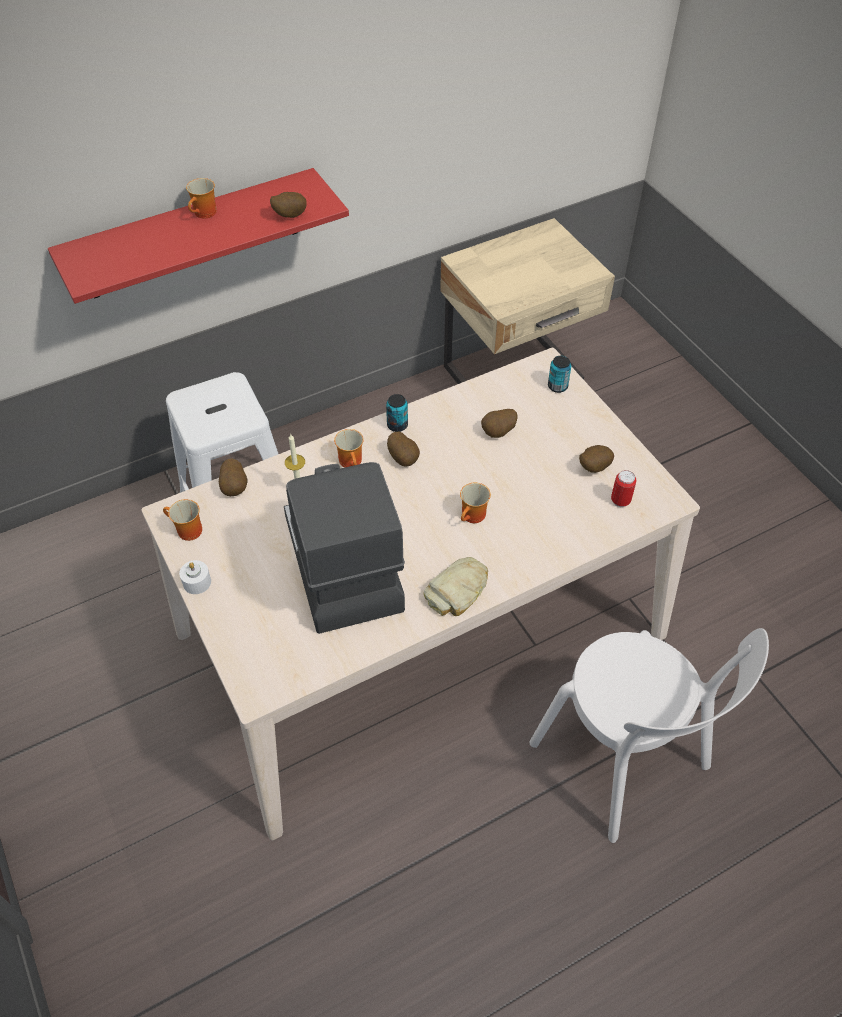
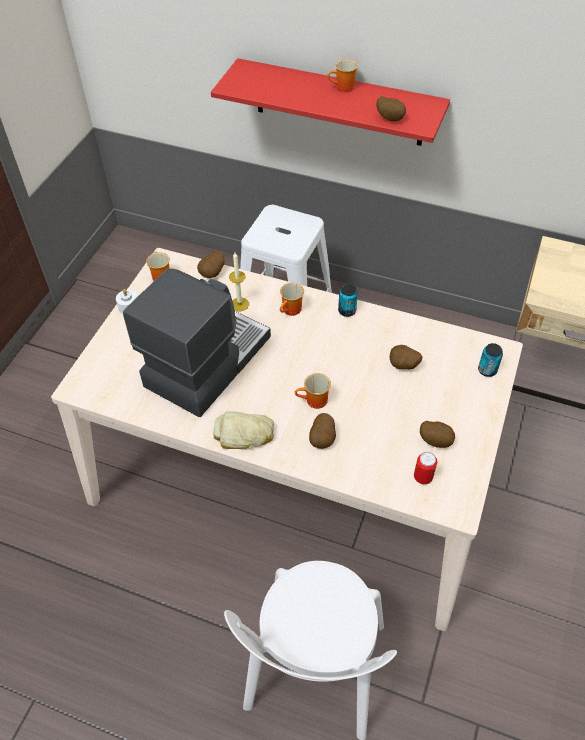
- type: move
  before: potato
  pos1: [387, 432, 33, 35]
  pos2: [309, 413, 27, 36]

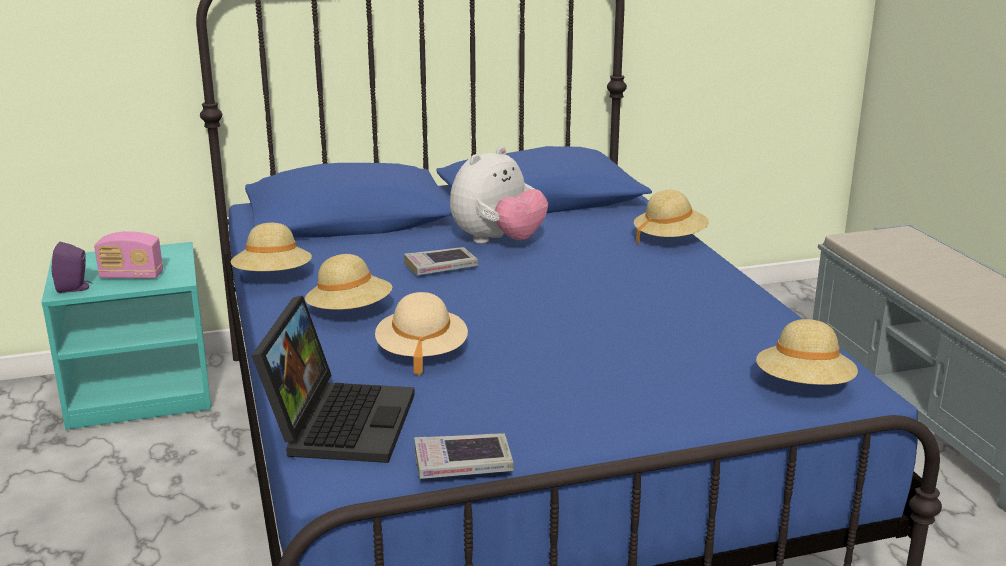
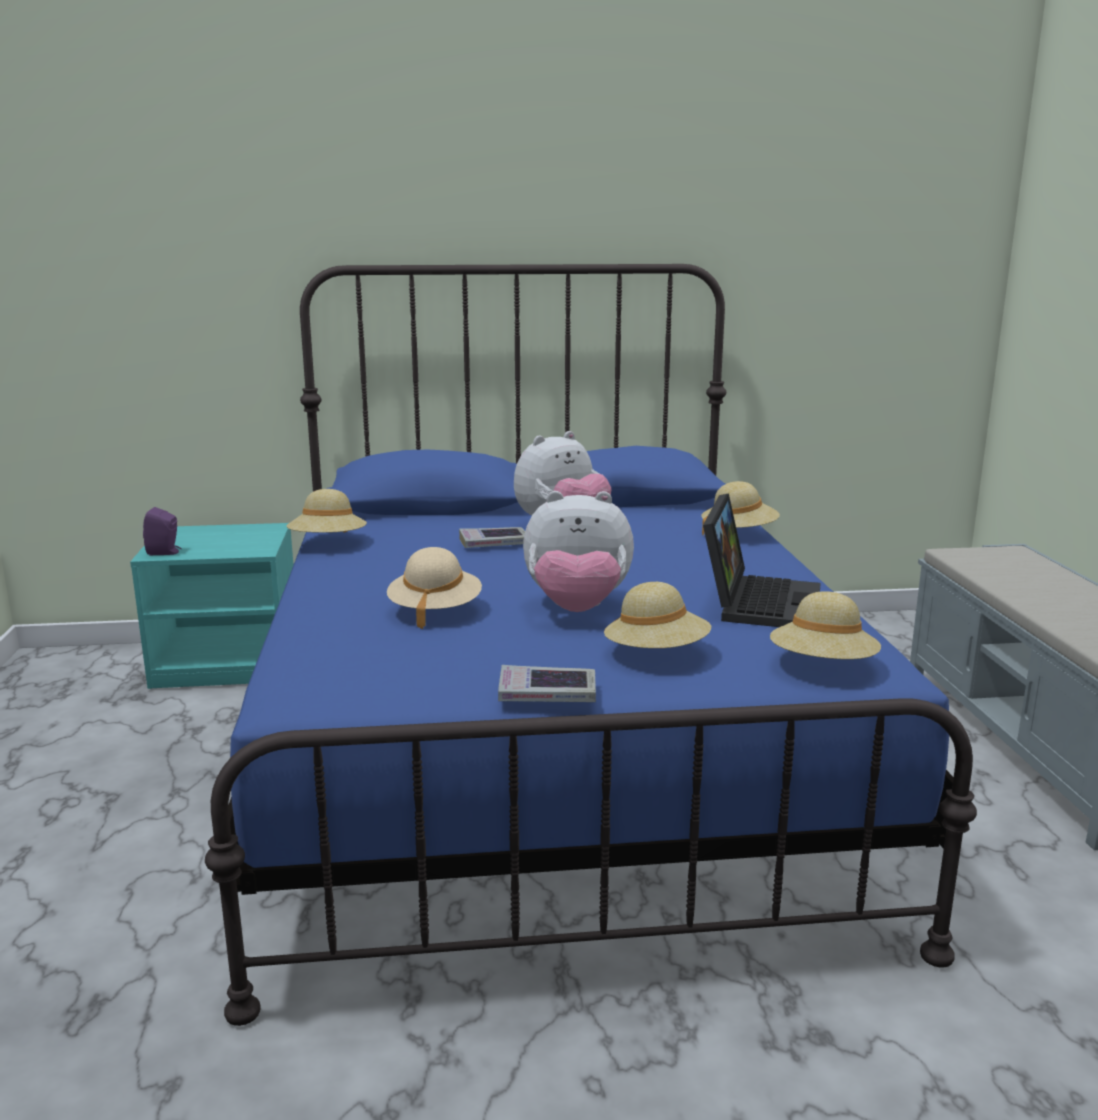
- type: move
  before: book
  pos1: [414, 433, 100, 46]
  pos2: [498, 665, 98, 37]
- type: insert
  after: plush toy
  pos2: [523, 491, 111, 121]
- type: move
  before: beige hat
  pos1: [305, 254, 87, 56]
  pos2: [604, 582, 107, 66]
- type: move
  before: laptop
  pos1: [251, 296, 164, 167]
  pos2: [703, 493, 118, 134]
- type: delete
  before: radio
  pos1: [94, 231, 69, 48]

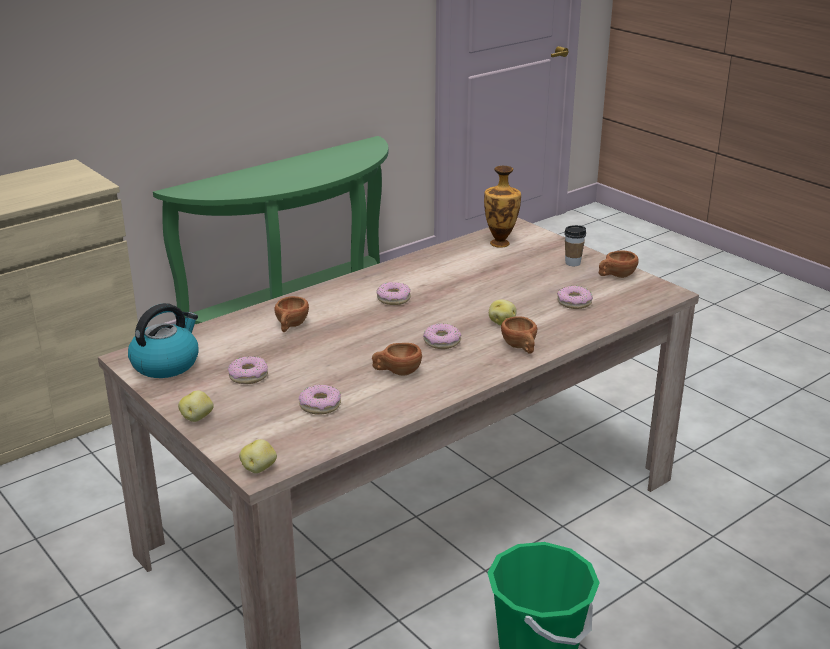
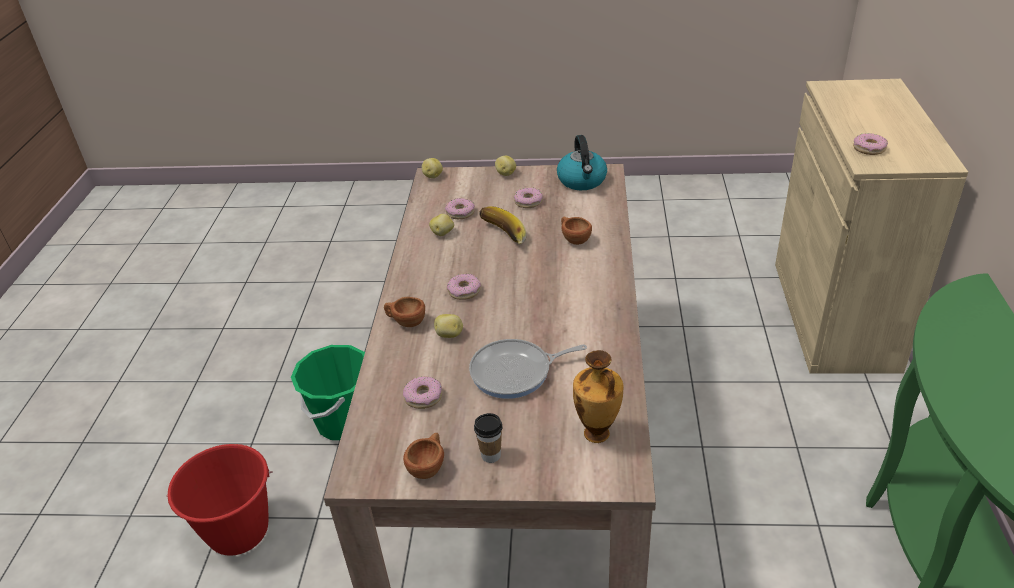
- type: insert
  after: red bucket
  pos2: [167, 444, 106, 112]
- type: insert
  after: potato
  pos2: [429, 214, 25, 22]
- type: insert
  after: frying pan
  pos2: [469, 339, 118, 60]
- type: insert
  after: banana
  pos2: [479, 206, 48, 39]
- type: move
  before: donut
  pos1: [376, 282, 35, 23]
  pos2: [853, 133, 35, 22]
- type: delete
  before: brown cup
  pos1: [372, 343, 50, 33]

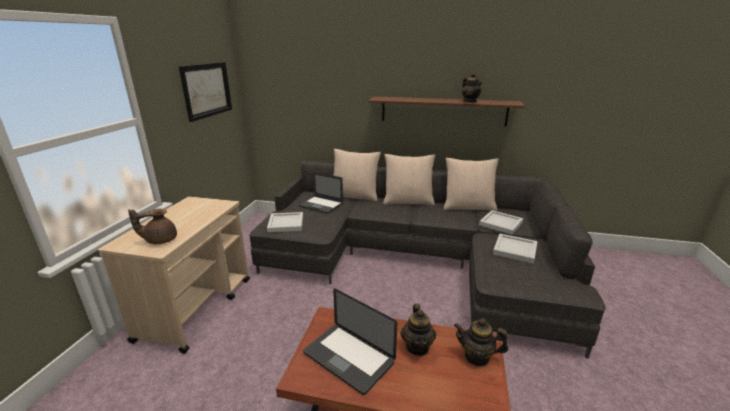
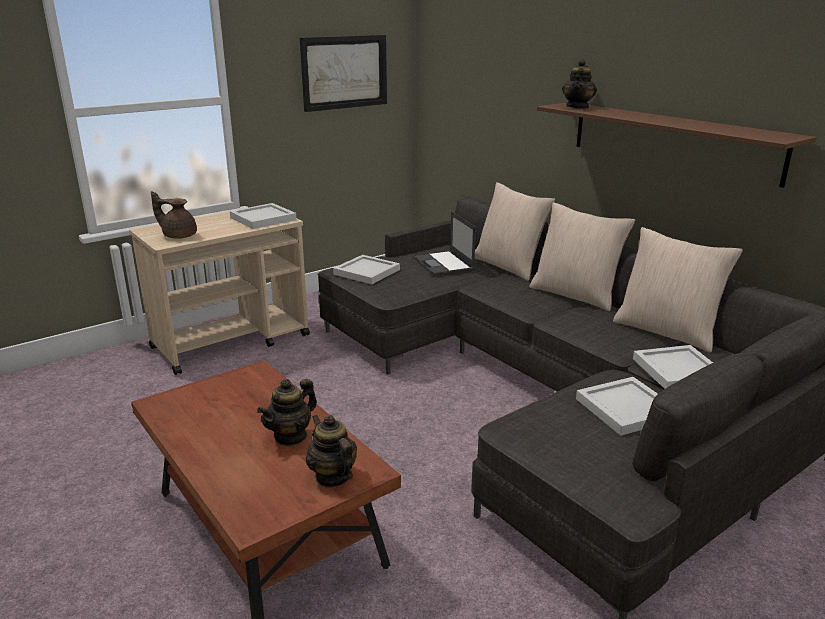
- type: insert
  after: white tray
  pos2: [230, 203, 67, 26]
- type: move
  before: teapot
  pos1: [462, 73, 20, 29]
  pos2: [562, 59, 35, 50]
- type: delete
  before: laptop
  pos1: [303, 288, 94, 107]

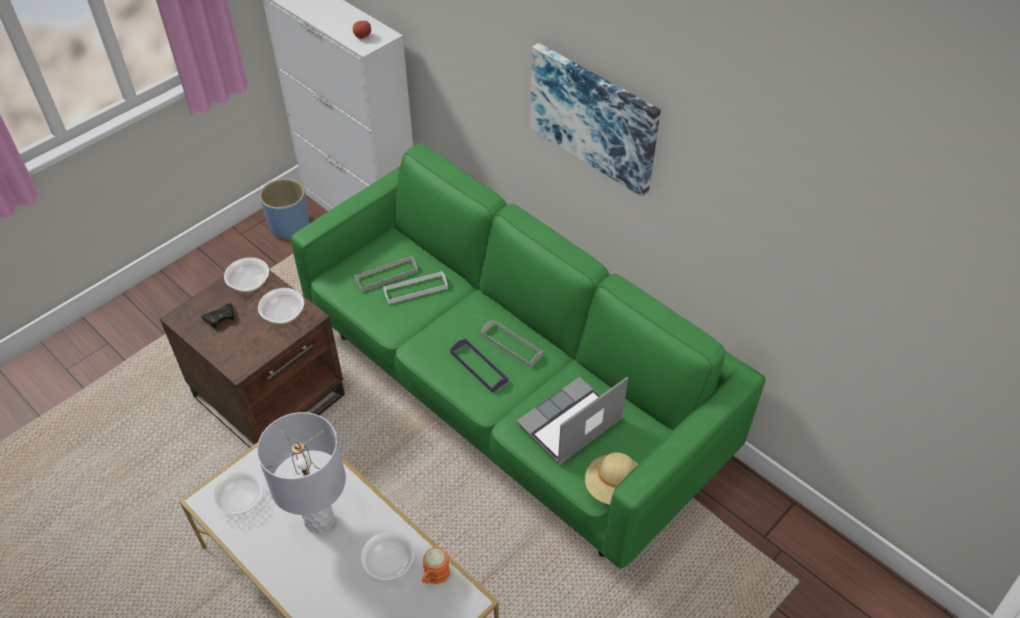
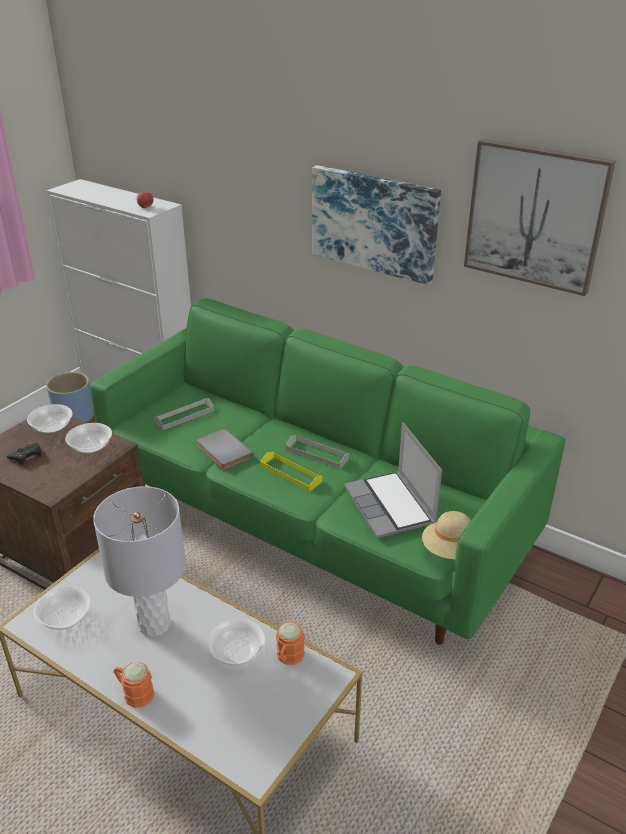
- type: insert
  after: orange mug
  pos2: [113, 662, 41, 46]
- type: insert
  after: grey book
  pos2: [196, 428, 58, 42]
- type: recolor
  before: purple tray
  after: yellow tray
  pos1: [450, 339, 58, 54]
  pos2: [260, 452, 62, 39]
- type: rotate
  before: laptop
  pos1: [516, 377, 112, 88]
  pos2: [344, 422, 98, 116]
  turn: -60
- type: insert
  after: picture
  pos2: [464, 139, 152, 157]
- type: delete
  before: white tray
  pos1: [383, 271, 65, 33]

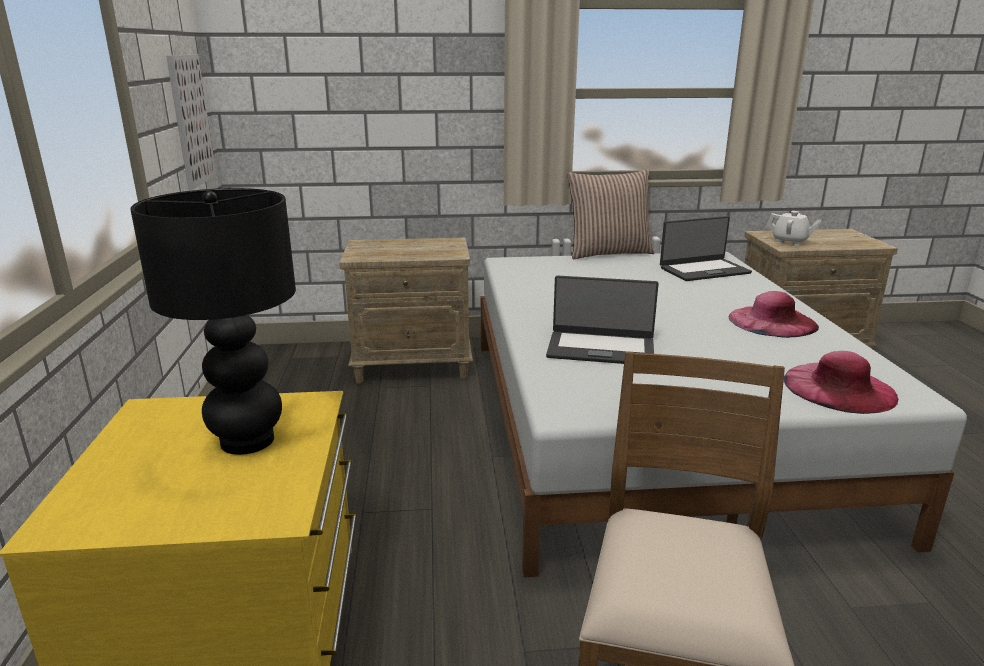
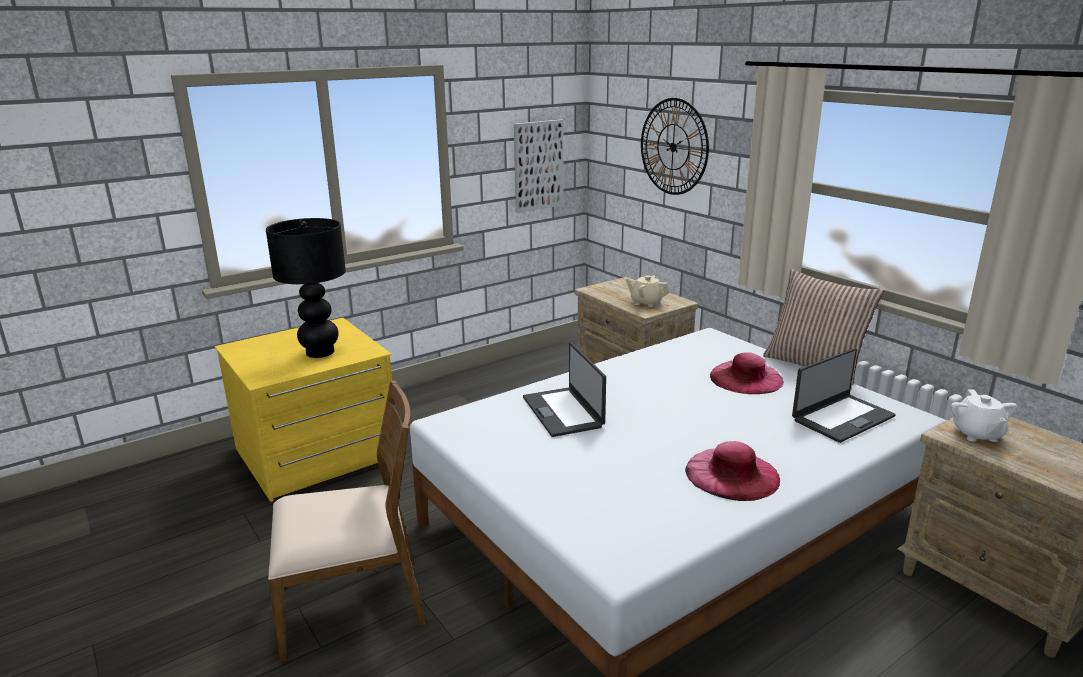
- type: insert
  after: beige teapot
  pos2: [625, 275, 44, 32]
- type: insert
  after: wall clock
  pos2: [641, 98, 68, 97]
- type: move
  before: pink hat
  pos1: [784, 351, 114, 63]
  pos2: [710, 352, 74, 42]
- type: rotate
  before: laptop
  pos1: [660, 216, 92, 65]
  pos2: [792, 348, 104, 95]
  turn: -75

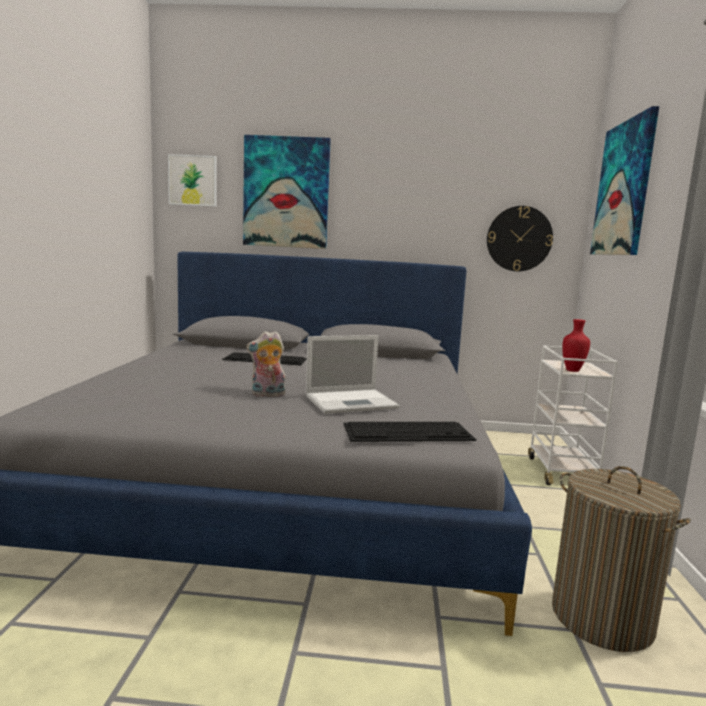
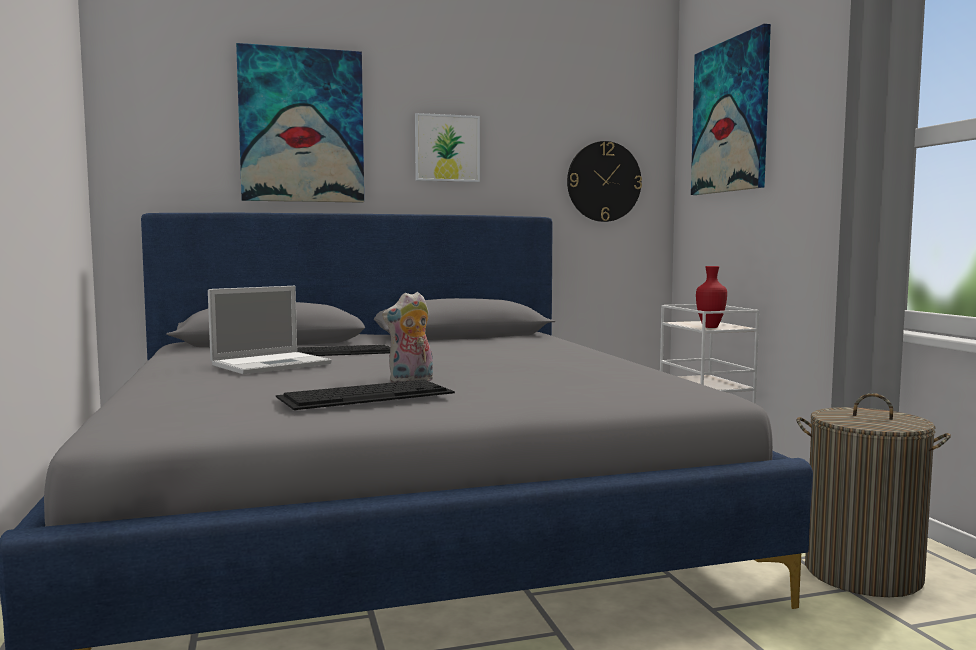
- type: move
  before: laptop
  pos1: [306, 335, 94, 79]
  pos2: [208, 286, 124, 88]
- type: move
  before: keyboard
  pos1: [343, 422, 133, 20]
  pos2: [276, 380, 179, 30]
- type: move
  before: picture
  pos1: [168, 154, 49, 53]
  pos2: [415, 113, 65, 69]

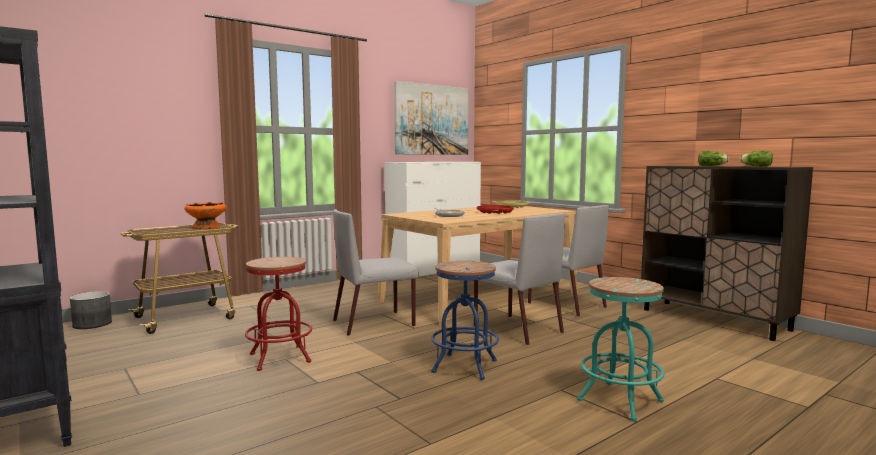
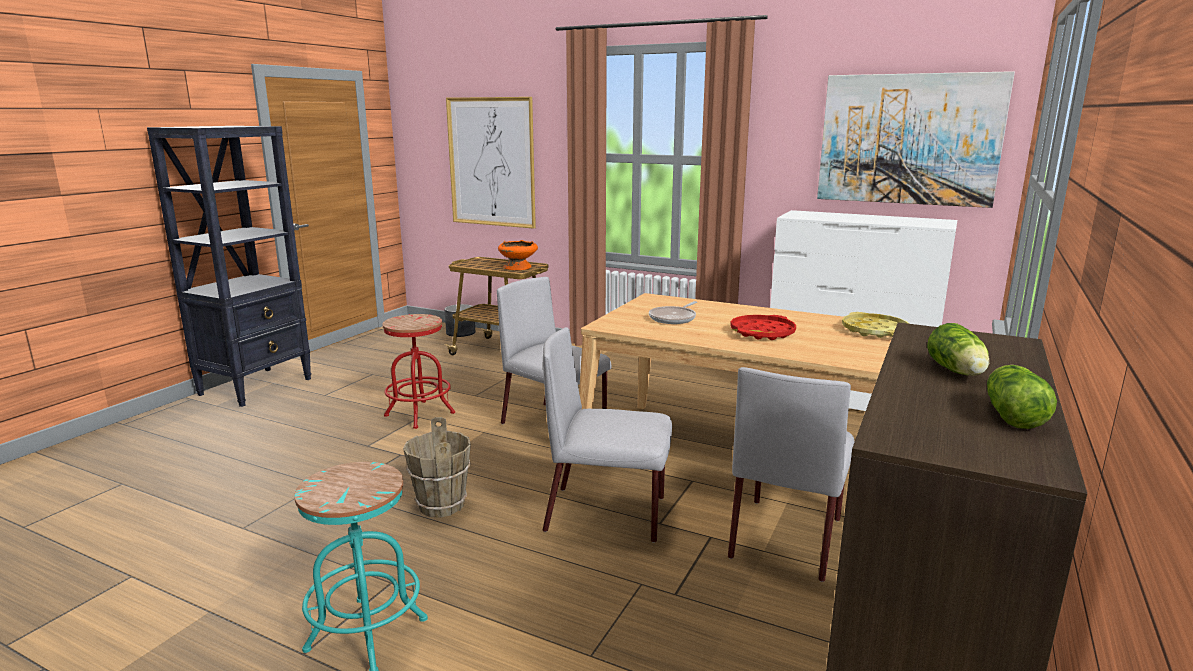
- type: replace
  before: blue stool
  after: brown bucket
  pos1: [431, 261, 68, 119]
  pos2: [403, 417, 68, 101]
- type: insert
  after: picture
  pos2: [446, 97, 90, 132]
- type: rotate
  before: grey chair
  pos1: [474, 213, 91, 132]
  pos2: [543, 327, 129, 216]
  turn: 75

